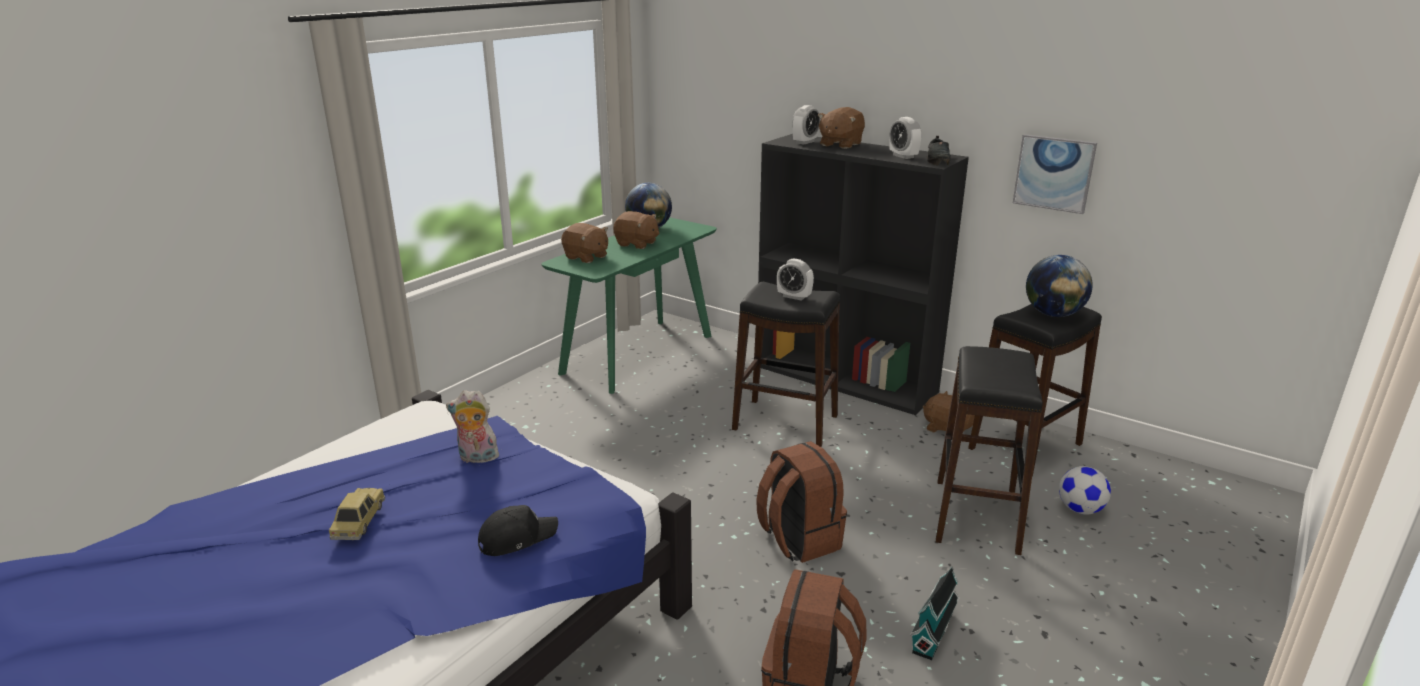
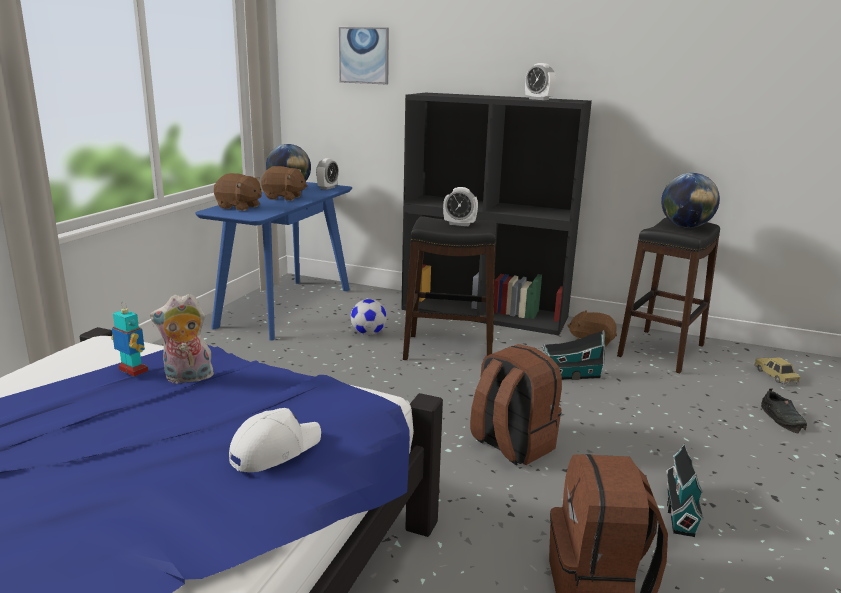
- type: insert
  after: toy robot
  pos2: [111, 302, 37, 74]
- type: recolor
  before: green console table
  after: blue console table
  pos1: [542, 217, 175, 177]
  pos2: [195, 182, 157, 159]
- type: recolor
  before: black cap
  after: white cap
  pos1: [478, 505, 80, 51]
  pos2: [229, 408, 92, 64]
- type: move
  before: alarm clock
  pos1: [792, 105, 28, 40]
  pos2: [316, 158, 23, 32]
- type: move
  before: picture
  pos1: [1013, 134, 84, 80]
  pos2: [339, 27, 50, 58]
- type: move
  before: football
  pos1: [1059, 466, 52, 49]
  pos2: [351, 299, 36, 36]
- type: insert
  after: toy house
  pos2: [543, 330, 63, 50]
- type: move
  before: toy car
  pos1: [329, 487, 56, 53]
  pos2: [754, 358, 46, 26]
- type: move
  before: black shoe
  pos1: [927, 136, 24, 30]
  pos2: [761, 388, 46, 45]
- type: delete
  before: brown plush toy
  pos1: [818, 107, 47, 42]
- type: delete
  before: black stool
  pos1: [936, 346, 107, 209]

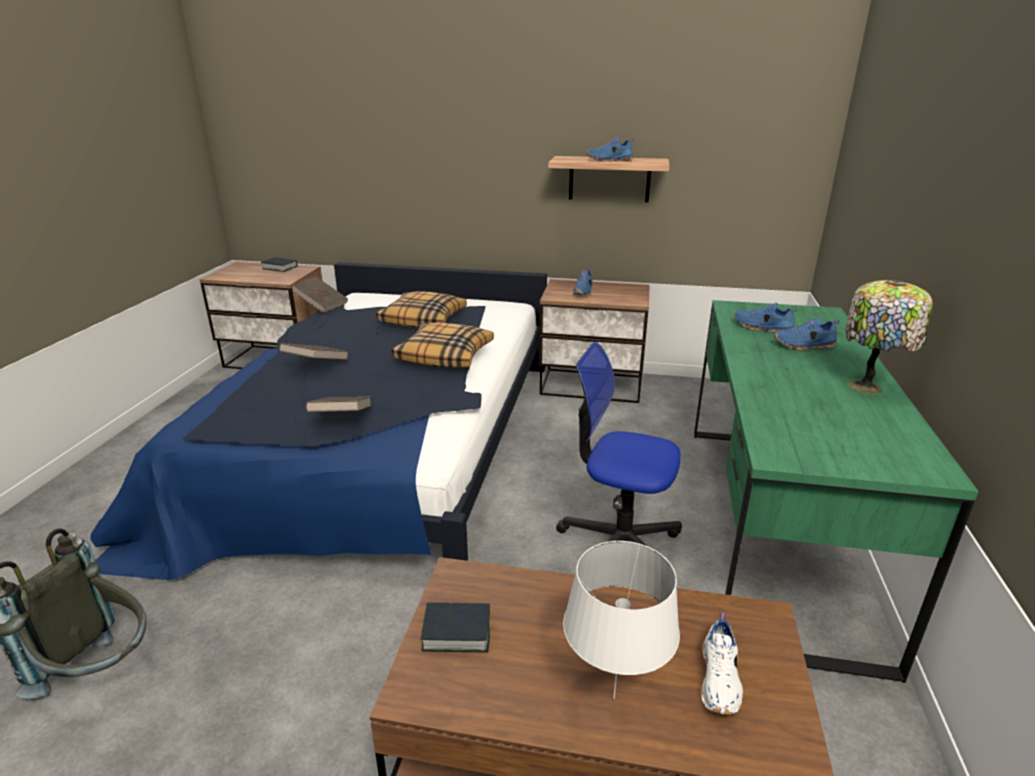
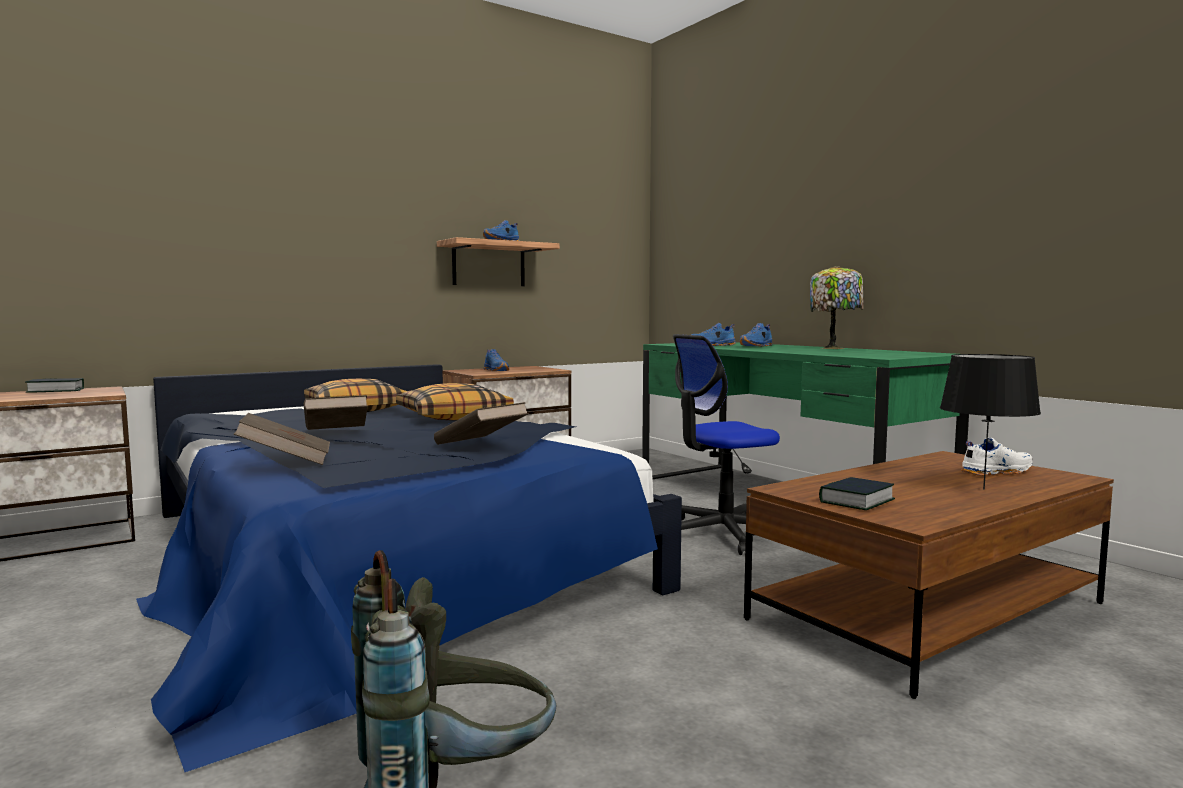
- type: move
  before: brown book
  pos1: [291, 277, 57, 36]
  pos2: [234, 413, 96, 52]
- type: recolor
  before: white table lamp
  after: black table lamp
  pos1: [563, 541, 117, 158]
  pos2: [940, 354, 101, 136]
- type: rotate
  before: white shoe
  pos1: [701, 612, 42, 103]
  pos2: [961, 438, 71, 38]
  turn: -75

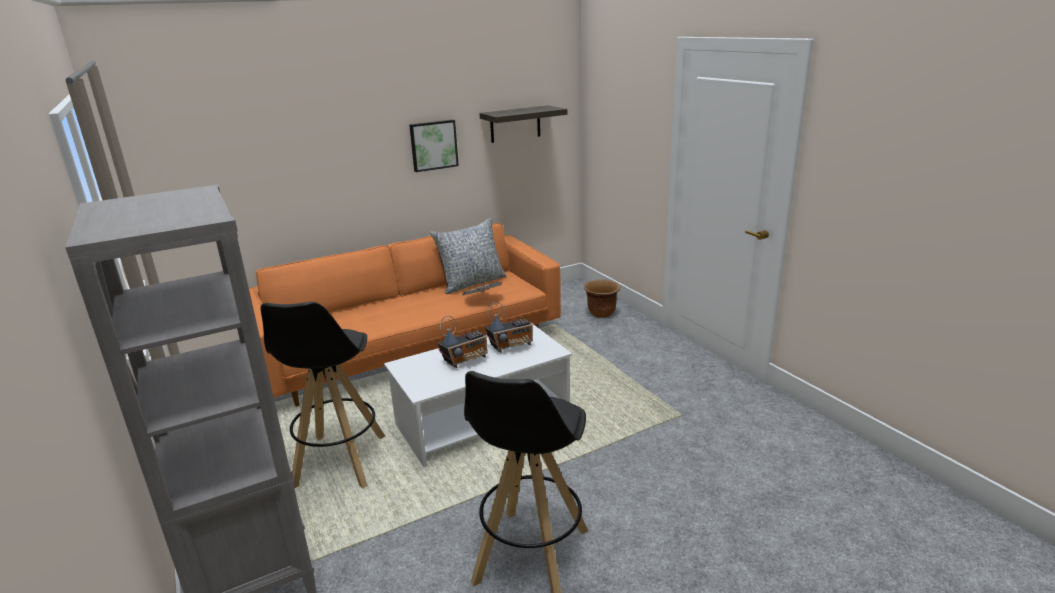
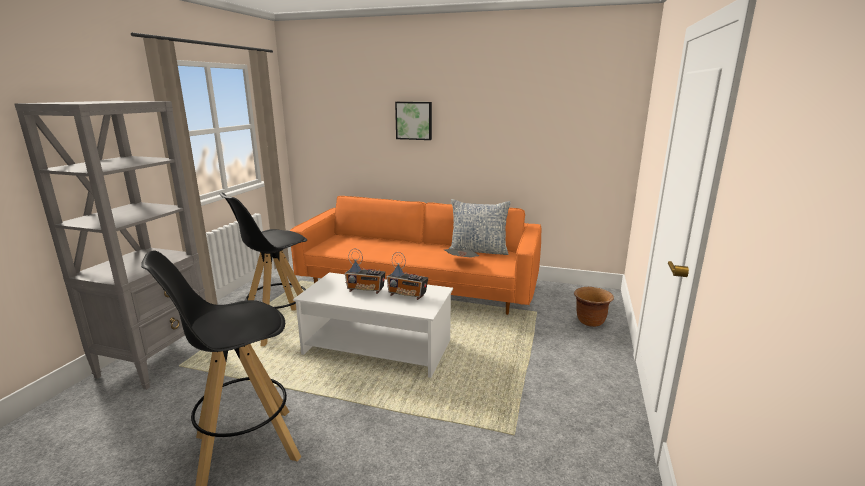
- type: move
  before: picture
  pos1: [409, 120, 50, 52]
  pos2: [395, 102, 37, 38]
- type: delete
  before: shelf
  pos1: [480, 105, 87, 38]

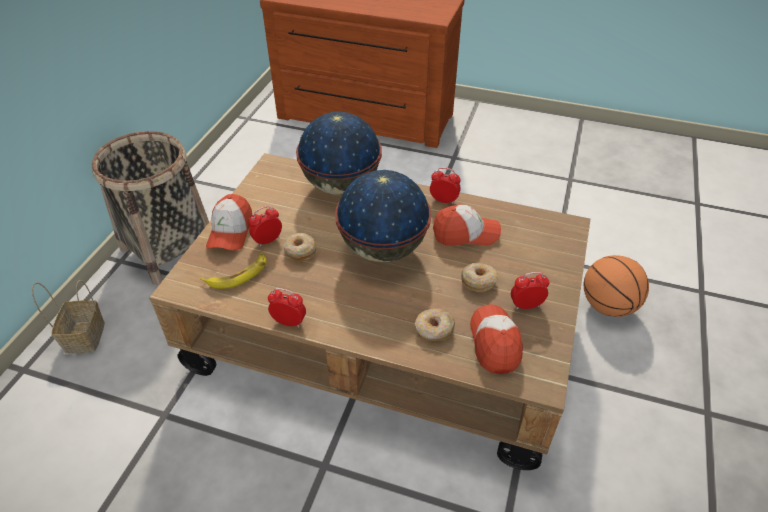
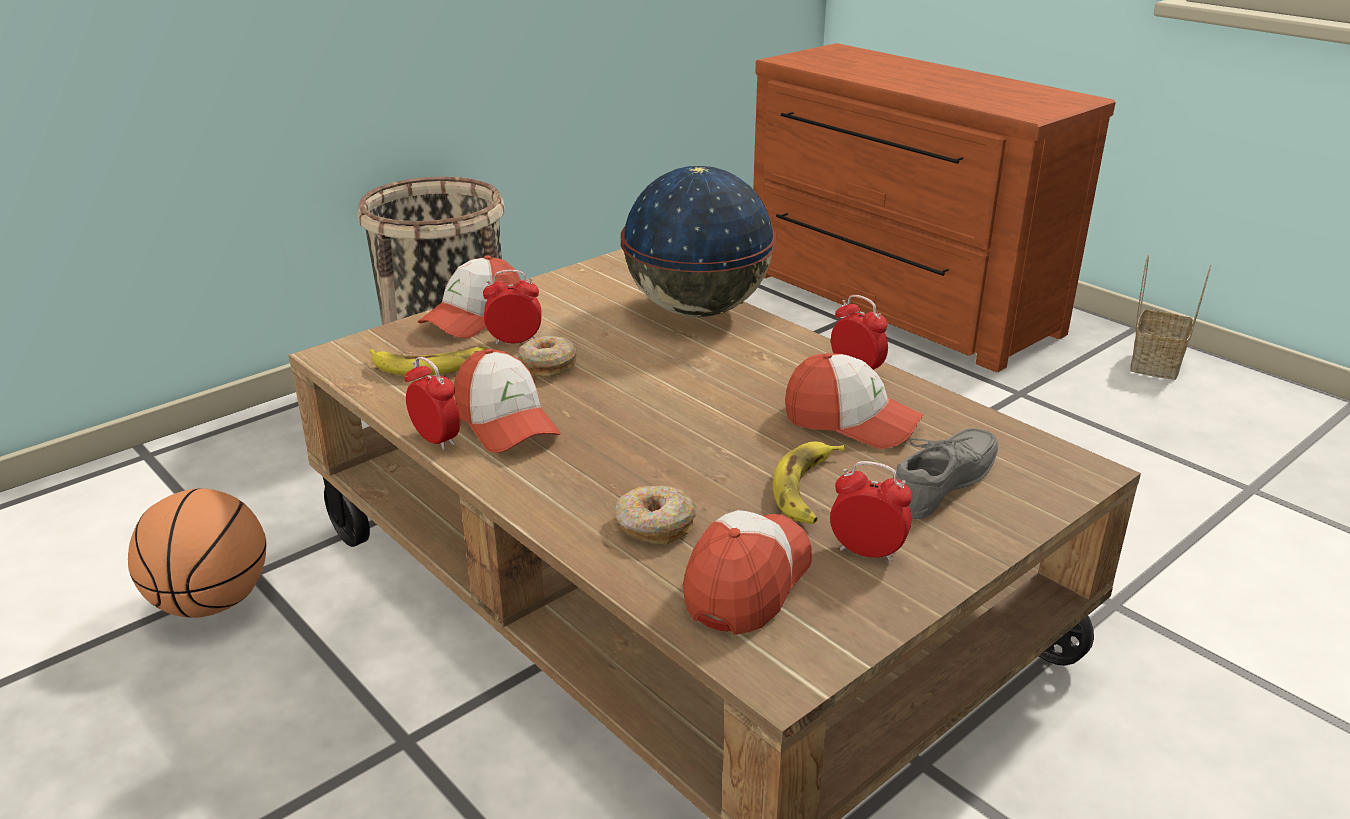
- type: move
  before: basketball
  pos1: [584, 255, 65, 62]
  pos2: [128, 488, 138, 130]
- type: insert
  after: cap
  pos2: [454, 349, 107, 104]
- type: replace
  before: donut
  after: banana
  pos1: [461, 263, 37, 29]
  pos2: [773, 442, 72, 82]
- type: insert
  after: grey shoe
  pos2: [893, 428, 105, 91]
- type: move
  before: basket
  pos1: [32, 280, 73, 73]
  pos2: [1130, 255, 82, 125]
- type: delete
  before: globe
  pos1: [335, 170, 96, 92]

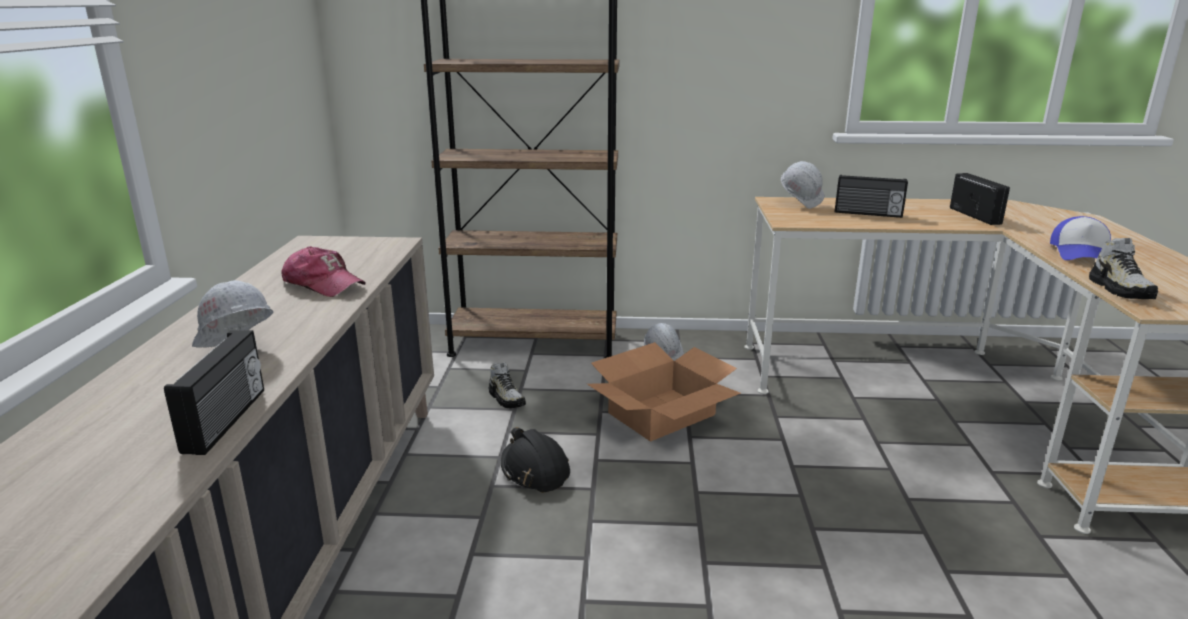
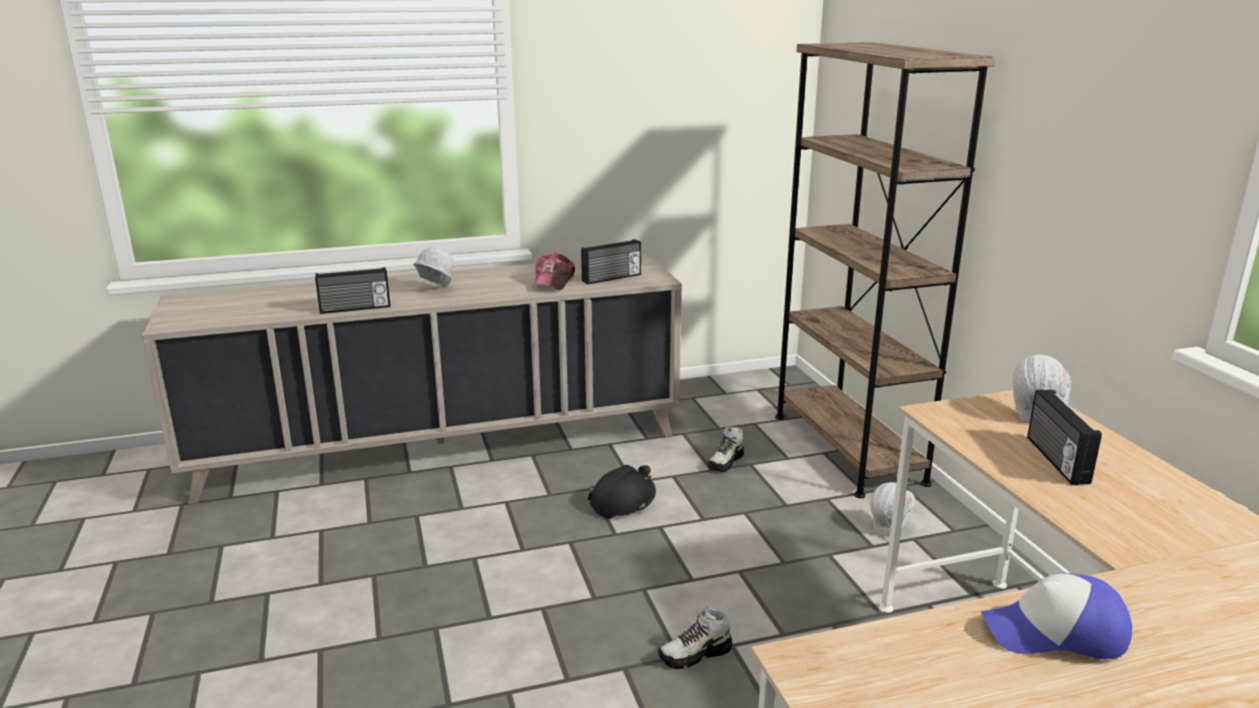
- type: move
  before: radio
  pos1: [950, 173, 60, 52]
  pos2: [581, 239, 60, 45]
- type: move
  before: shoe
  pos1: [1089, 238, 69, 61]
  pos2: [658, 607, 74, 62]
- type: delete
  before: cardboard box
  pos1: [587, 342, 154, 99]

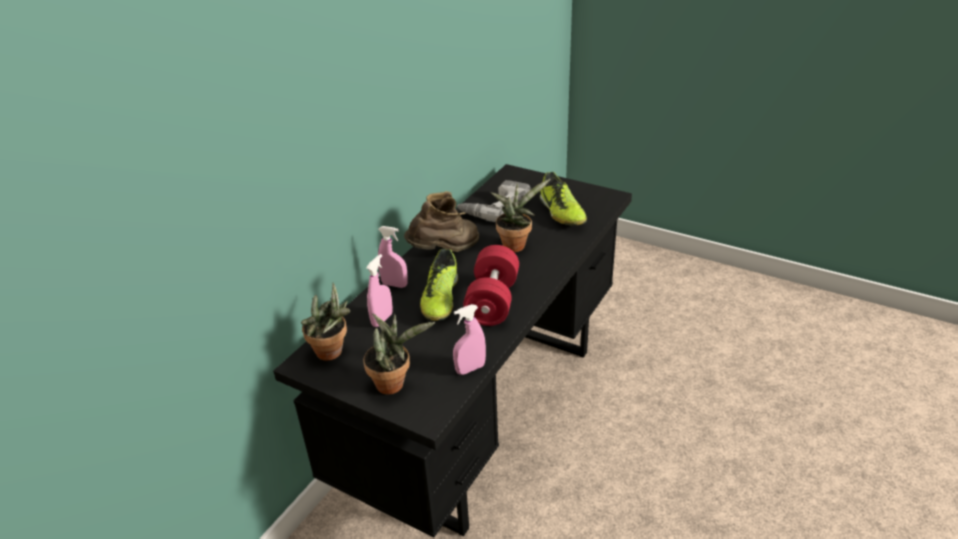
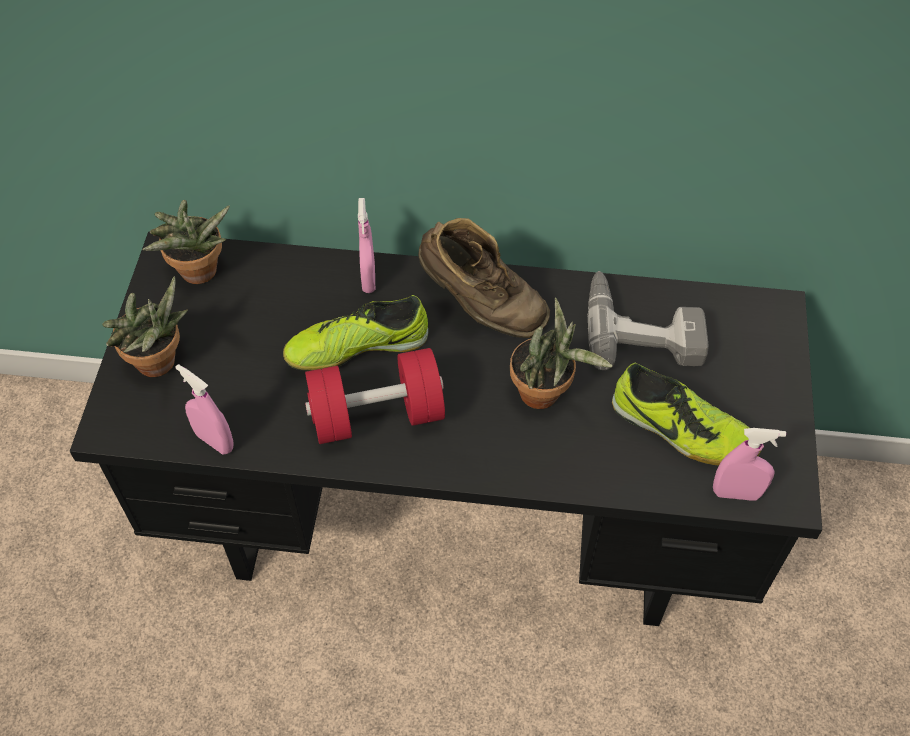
- type: rotate
  before: shoe
  pos1: [540, 172, 47, 54]
  pos2: [612, 363, 149, 102]
  turn: -105
- type: move
  before: pink spray bottle
  pos1: [366, 254, 27, 73]
  pos2: [713, 428, 73, 73]

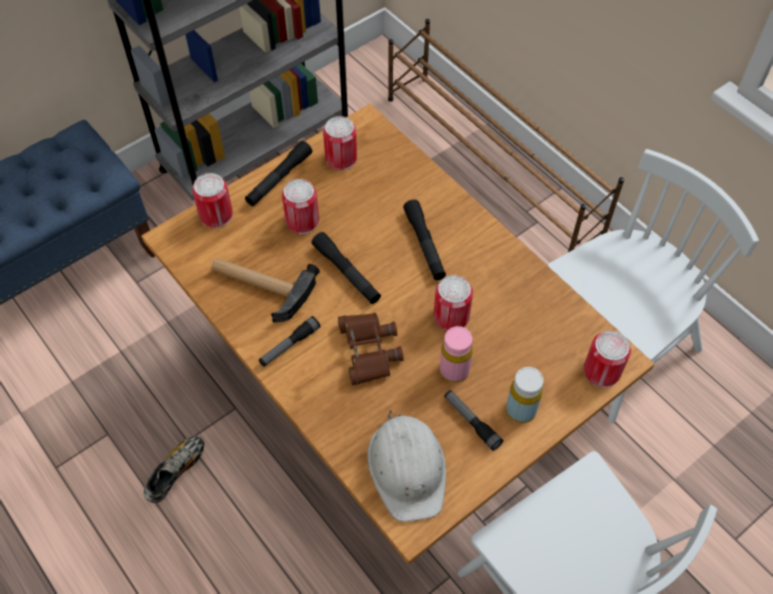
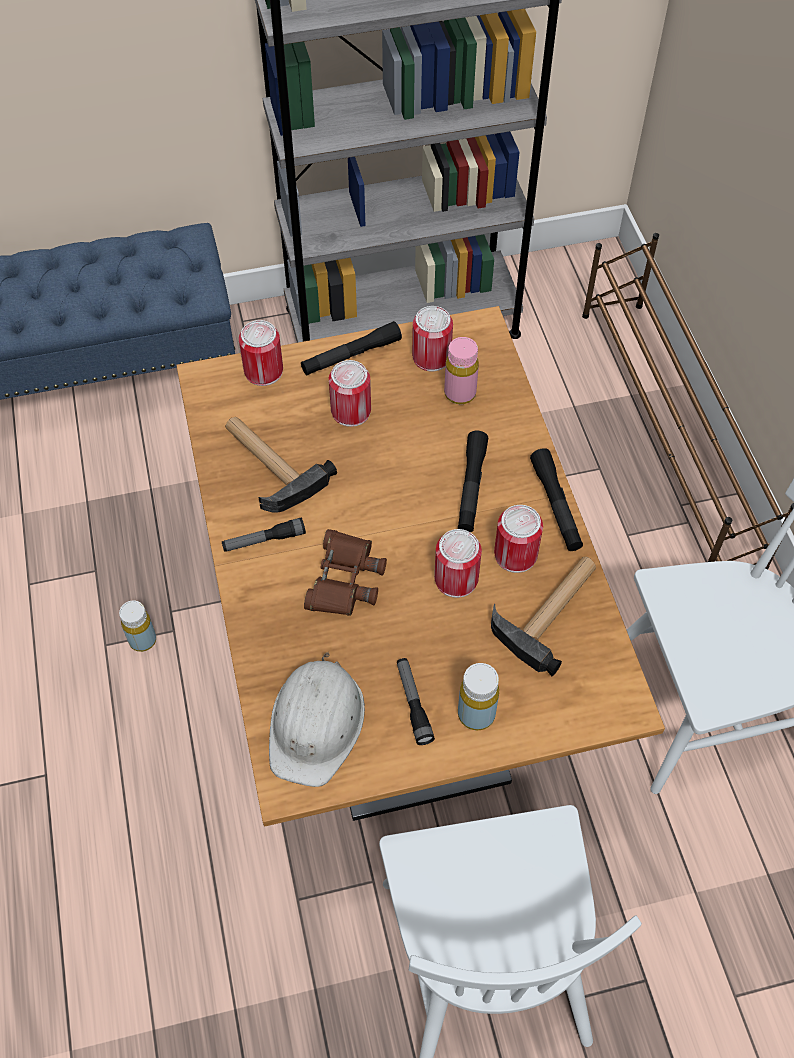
- type: replace
  before: shoe
  after: yellow bottle
  pos1: [144, 436, 60, 67]
  pos2: [119, 601, 37, 51]
- type: move
  before: pink bottle
  pos1: [440, 326, 33, 57]
  pos2: [444, 337, 35, 67]
- type: insert
  after: hammer
  pos2: [491, 556, 105, 120]
- type: move
  before: can
  pos1: [584, 331, 47, 57]
  pos2: [494, 505, 49, 68]
- type: move
  before: black flashlight
  pos1: [312, 232, 69, 72]
  pos2: [530, 448, 53, 103]

